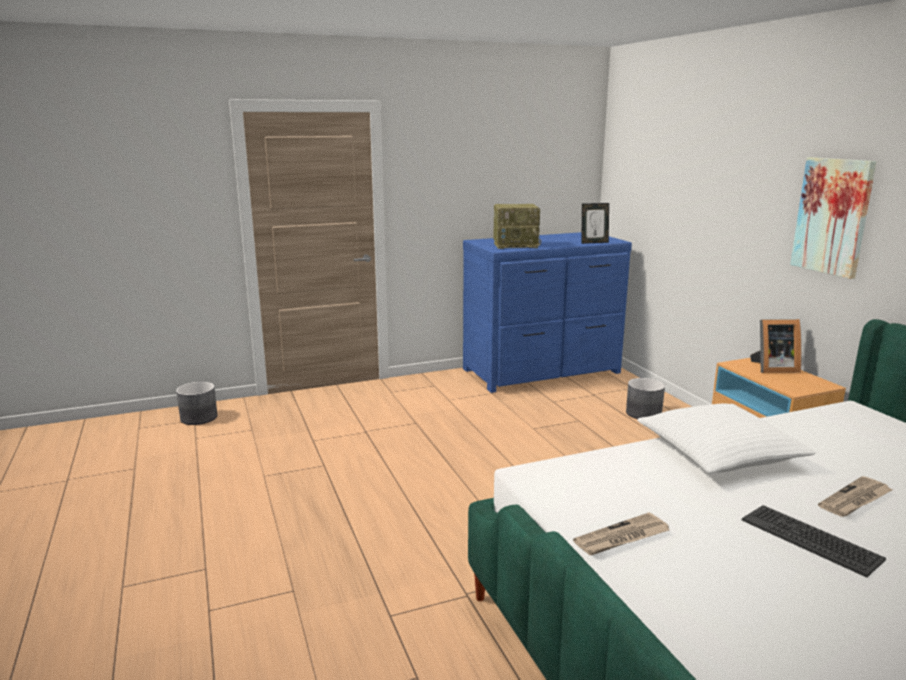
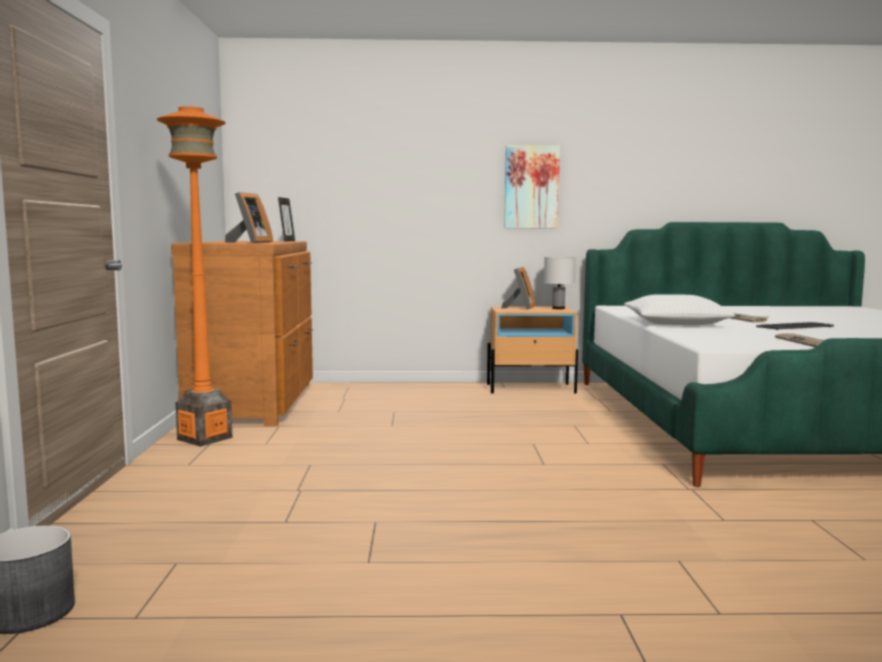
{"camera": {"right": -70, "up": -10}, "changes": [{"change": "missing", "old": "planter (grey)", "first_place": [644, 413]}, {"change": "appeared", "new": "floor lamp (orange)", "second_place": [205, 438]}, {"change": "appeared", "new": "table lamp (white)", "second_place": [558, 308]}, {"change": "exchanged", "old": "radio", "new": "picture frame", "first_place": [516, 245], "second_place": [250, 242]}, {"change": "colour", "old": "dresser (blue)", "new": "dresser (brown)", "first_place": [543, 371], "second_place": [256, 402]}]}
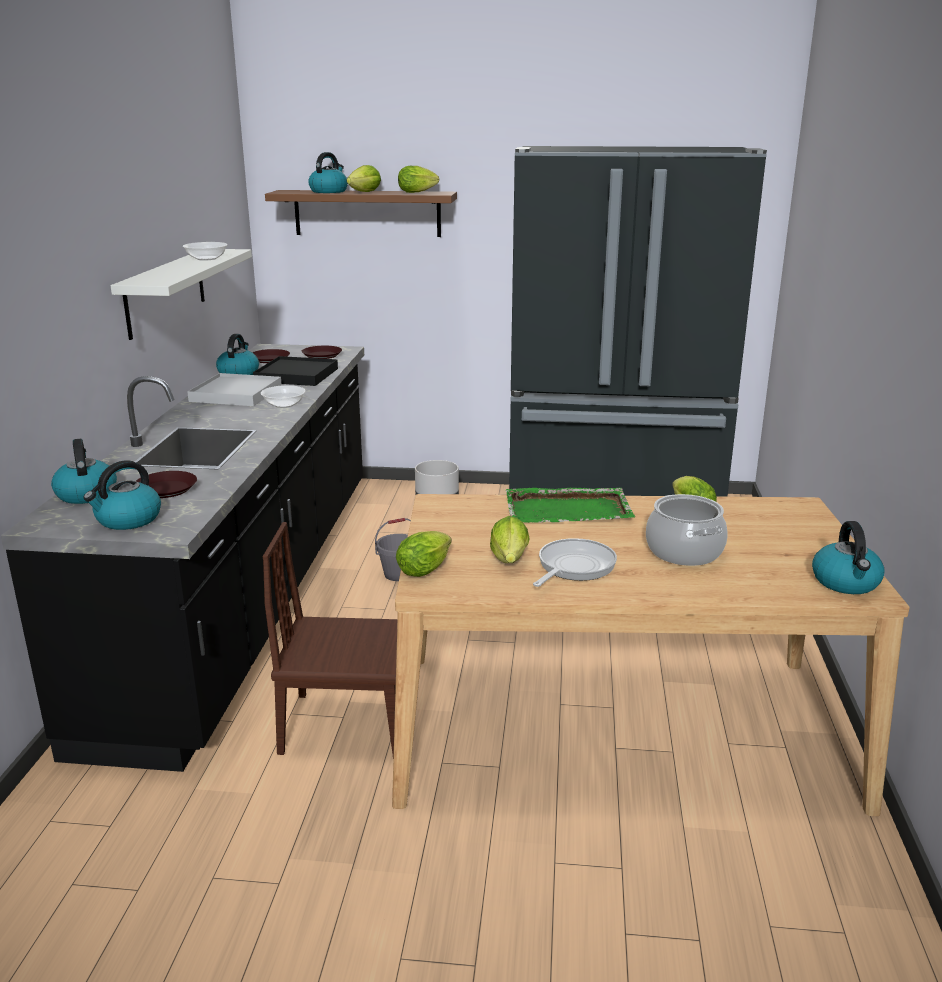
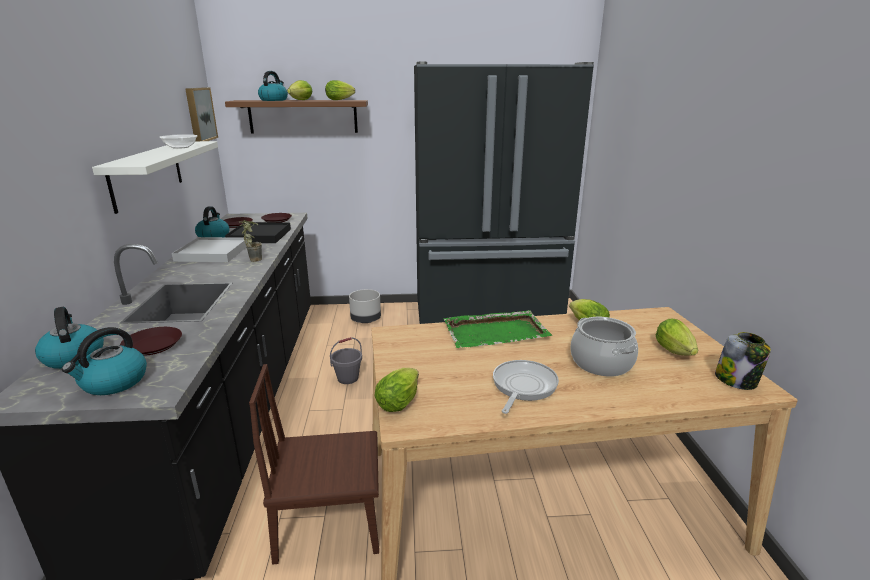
{"camera": {"right": -10, "up": 0}, "changes": [{"change": "appeared", "new": "picture", "second_place": [199, 114]}, {"change": "relocated", "old": "lettuce", "first_place": [509, 561], "second_place": [676, 353]}, {"change": "exchanged", "old": "bowl", "new": "potted plant", "first_place": [283, 405], "second_place": [252, 259]}, {"change": "exchanged", "old": "kettle", "new": "jar", "first_place": [846, 582], "second_place": [736, 380]}]}
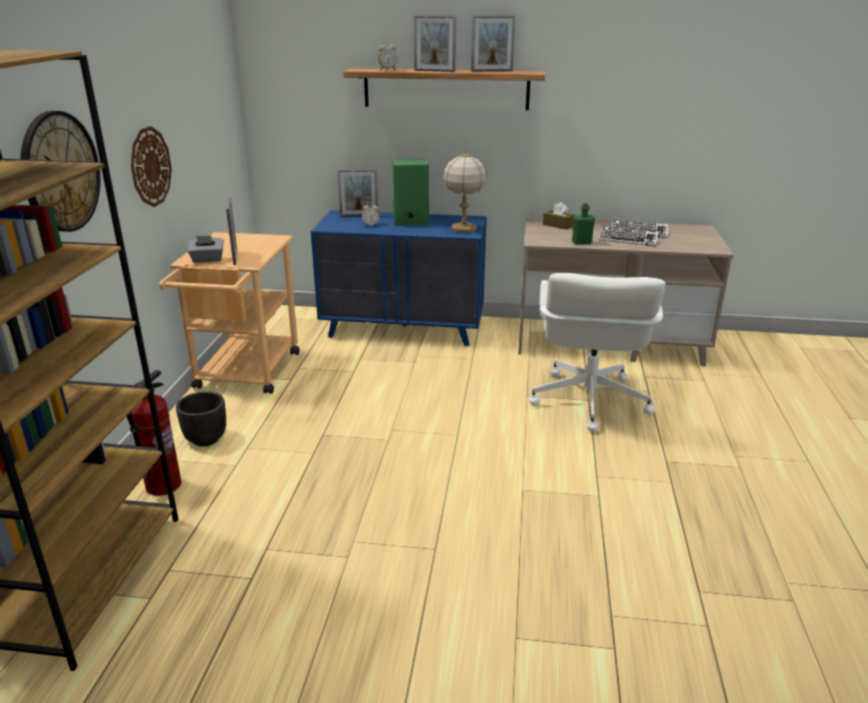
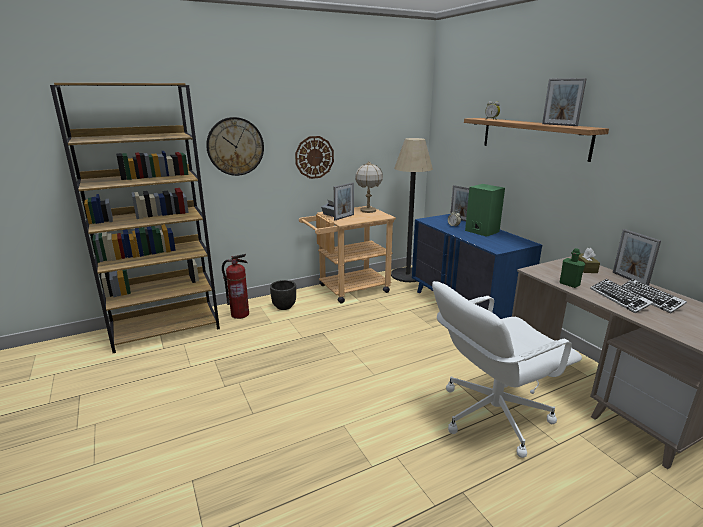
{"camera": {"right": 55, "up": -5}, "changes": [{"change": "appeared", "new": "floor lamp", "second_place": [408, 275]}, {"change": "relocated", "old": "picture frame", "first_place": [434, 71], "second_place": [629, 279]}, {"change": "relocated", "old": "table lamp", "first_place": [464, 229], "second_place": [368, 210]}]}
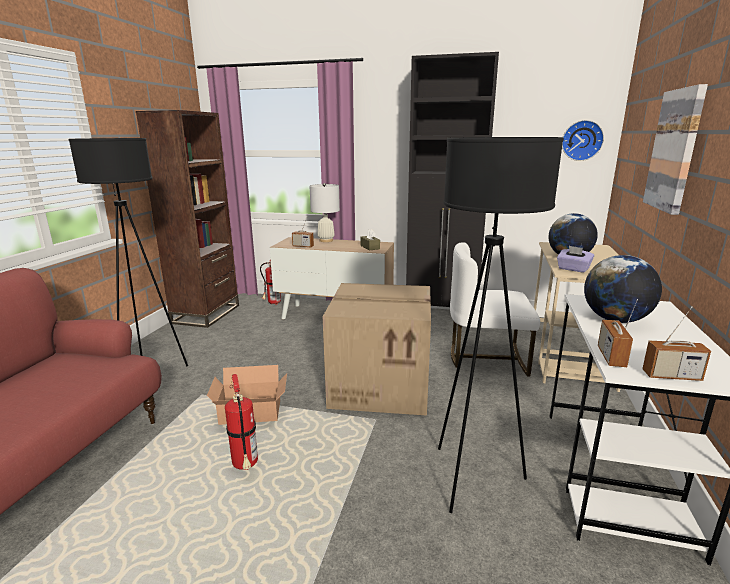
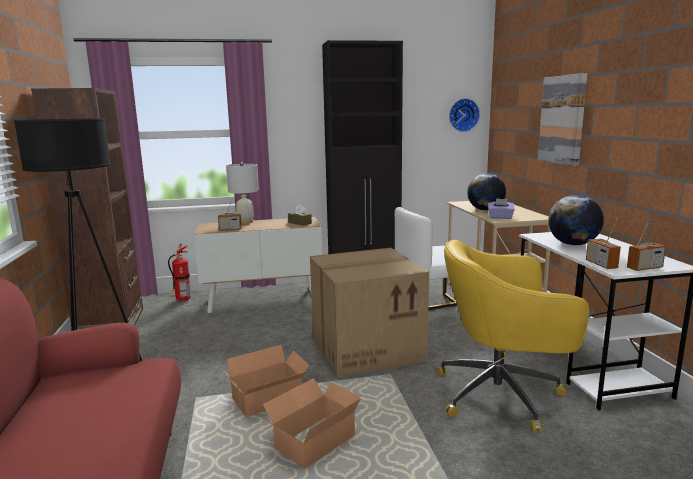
{"camera": {"right": -25, "up": -5}, "changes": [{"change": "exchanged", "old": "fire extinguisher", "new": "cardboard box", "first_place": [246, 466], "second_place": [312, 441]}, {"change": "exchanged", "old": "floor lamp (black)", "new": "office chair (yellow)", "first_place": [472, 478], "second_place": [502, 394]}]}
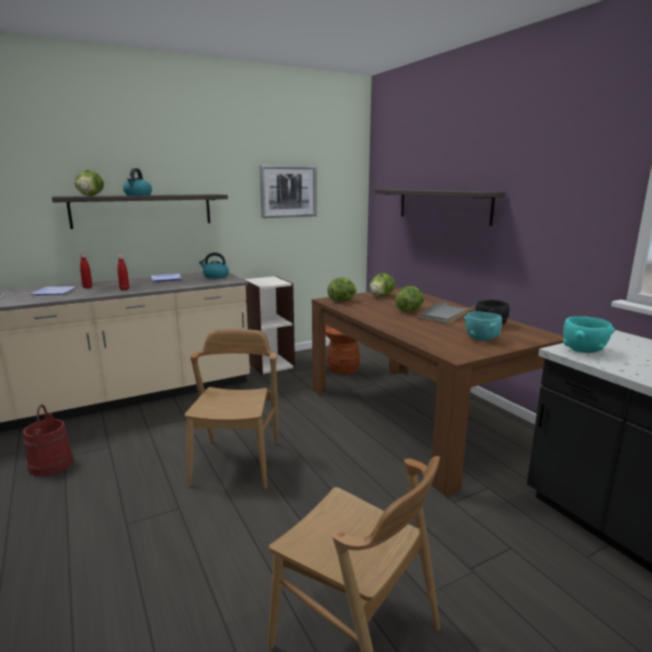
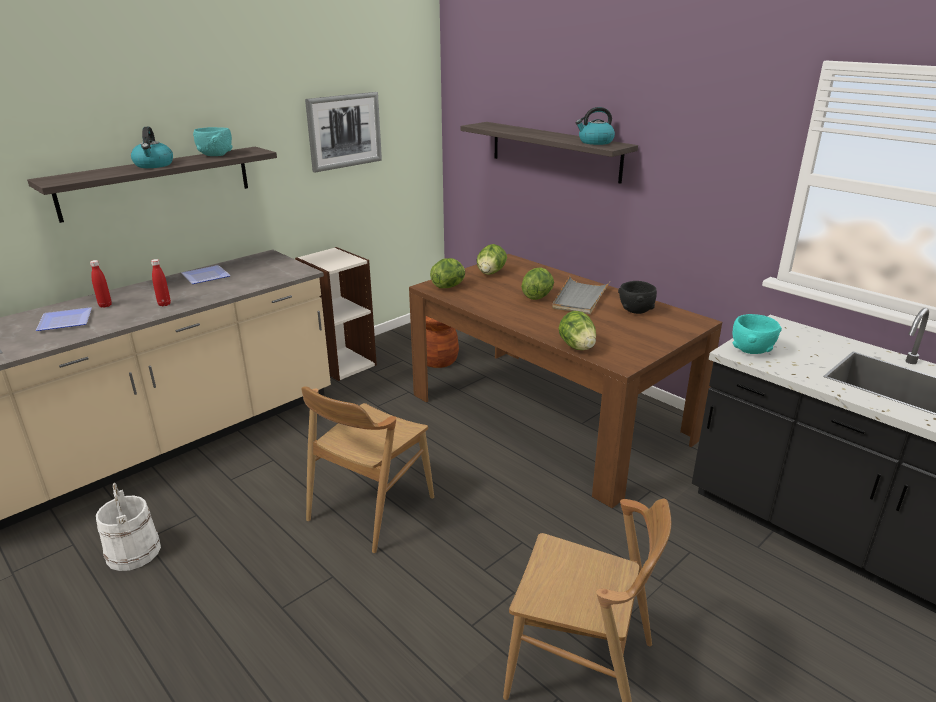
{"camera": {"right": -15, "up": 10}, "changes": [{"change": "relocated", "old": "lettuce", "first_place": [90, 196], "second_place": [577, 347]}, {"change": "relocated", "old": "kettle", "first_place": [215, 276], "second_place": [595, 142]}, {"change": "relocated", "old": "bowl (turquoise)", "first_place": [481, 339], "second_place": [215, 155]}, {"change": "colour", "old": "bucket (red)", "new": "bucket (white)", "first_place": [50, 464], "second_place": [133, 552]}, {"change": "spun", "old": "chair (brown)", "first_place": [237, 462], "second_place": [370, 508], "degrees": -135}]}
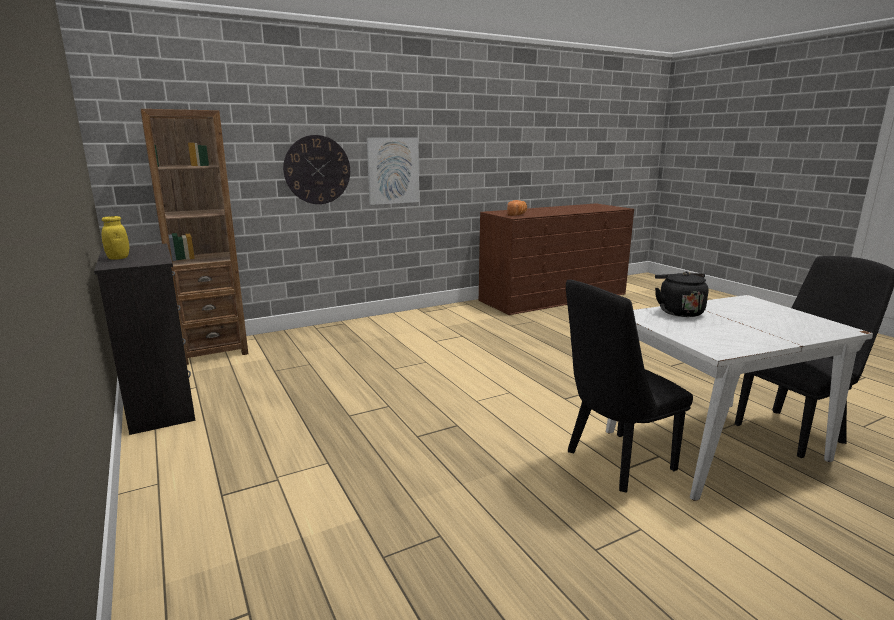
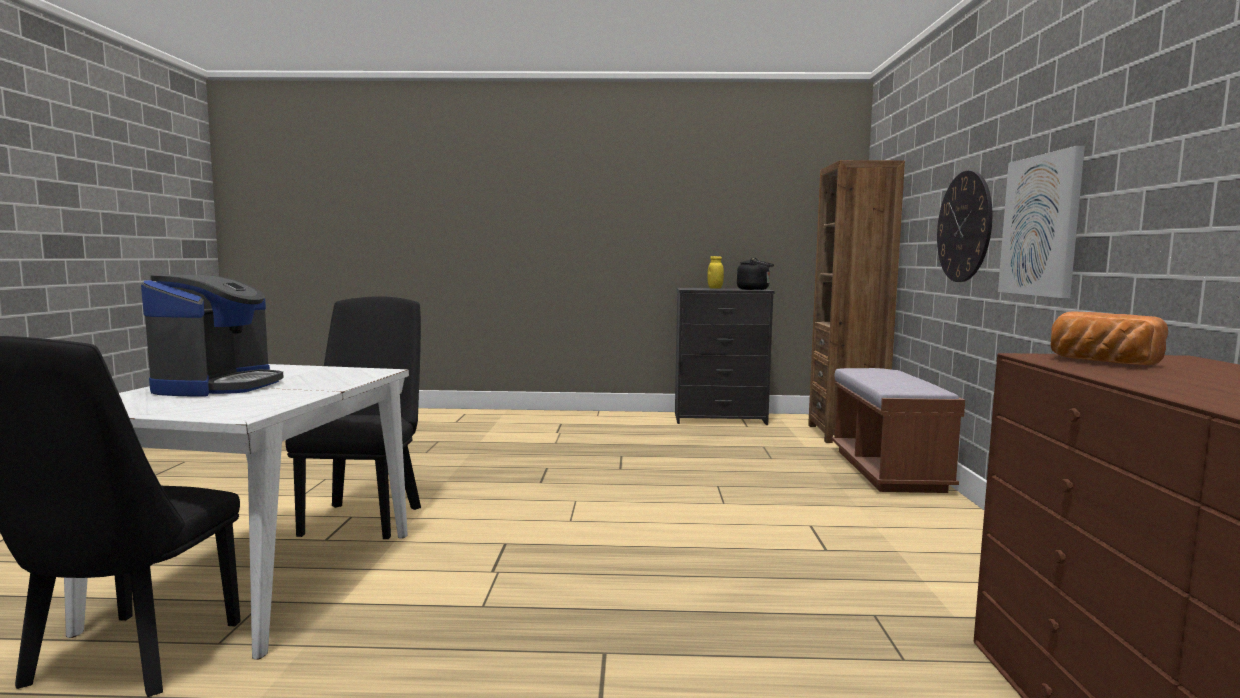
{"camera": {"right": 120, "up": -10}, "changes": [{"change": "appeared", "new": "coffee machine", "second_place": [218, 386]}, {"change": "appeared", "new": "bench (brown)", "second_place": [887, 470]}, {"change": "relocated", "old": "kettle (black)", "first_place": [678, 312], "second_place": [755, 289]}]}
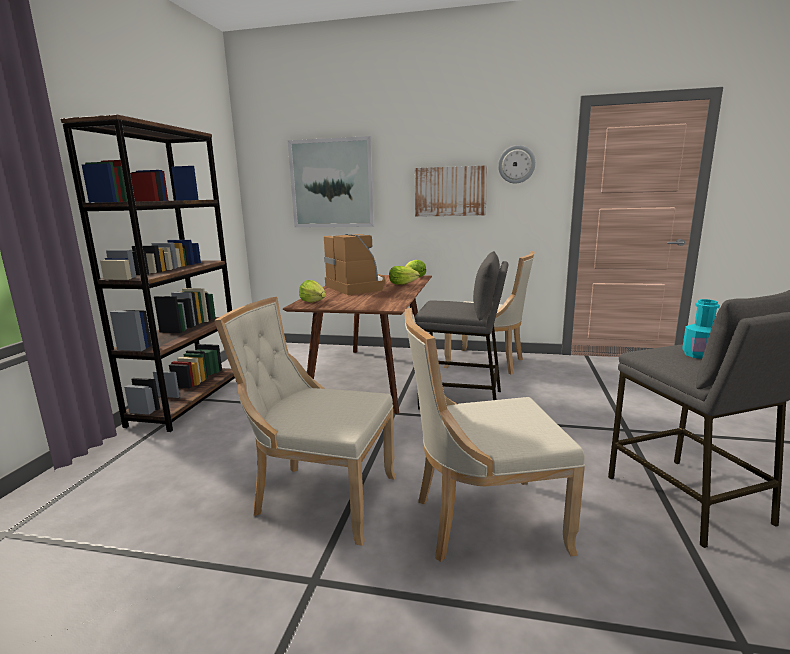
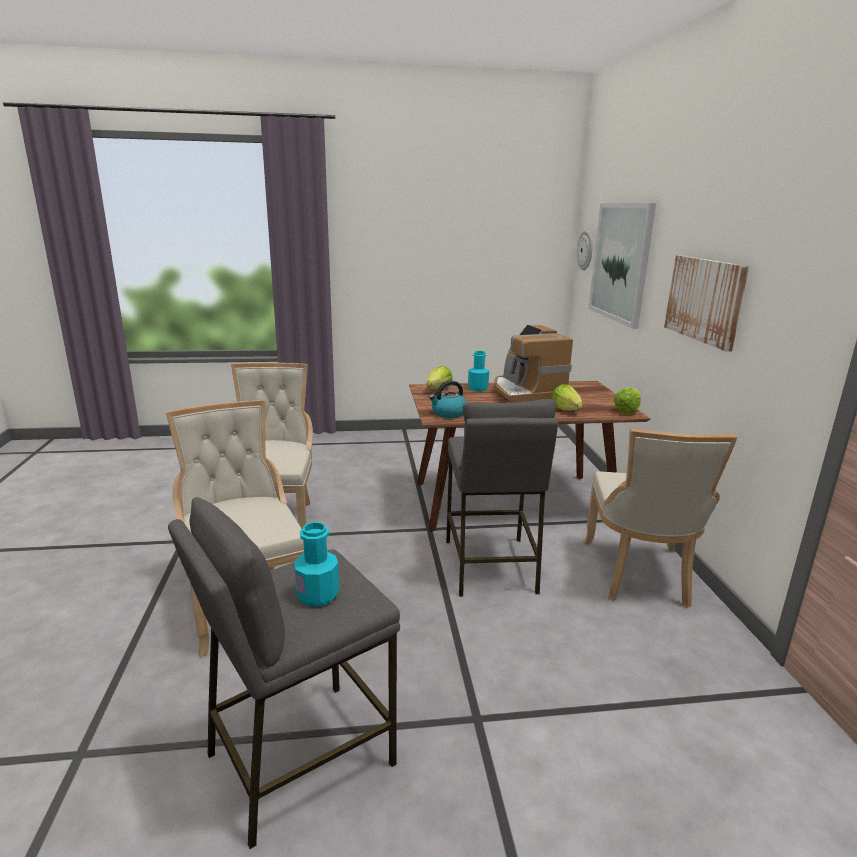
{"camera": {"right": 70, "up": 5}, "changes": [{"change": "missing", "old": "bookcase (brown)", "first_place": [188, 401]}, {"change": "appeared", "new": "kettle", "second_place": [448, 413]}, {"change": "appeared", "new": "bottle (turquoise)", "second_place": [478, 388]}, {"change": "relocated", "old": "wall clock", "first_place": [516, 164], "second_place": [586, 250]}, {"change": "spun", "old": "coffee machine", "first_place": [358, 287], "second_place": [526, 394], "degrees": 120}]}
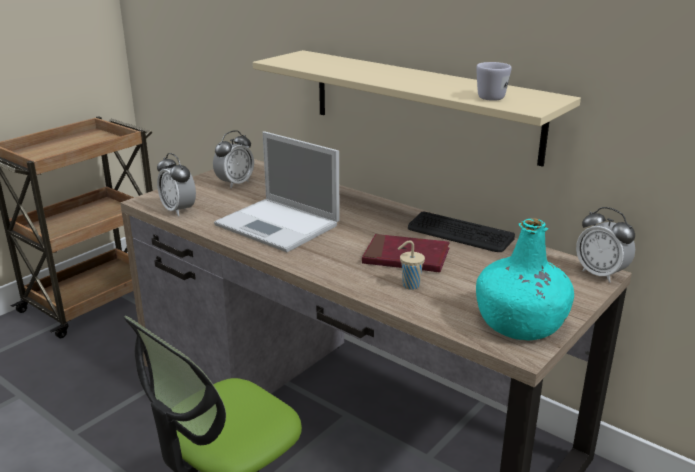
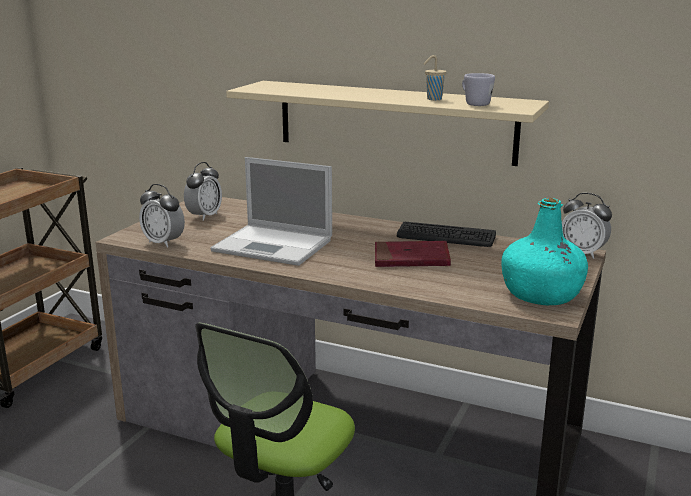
{"camera": {"right": -15, "up": -5}, "changes": [{"change": "relocated", "old": "cup (beige)", "first_place": [409, 285], "second_place": [433, 99]}]}
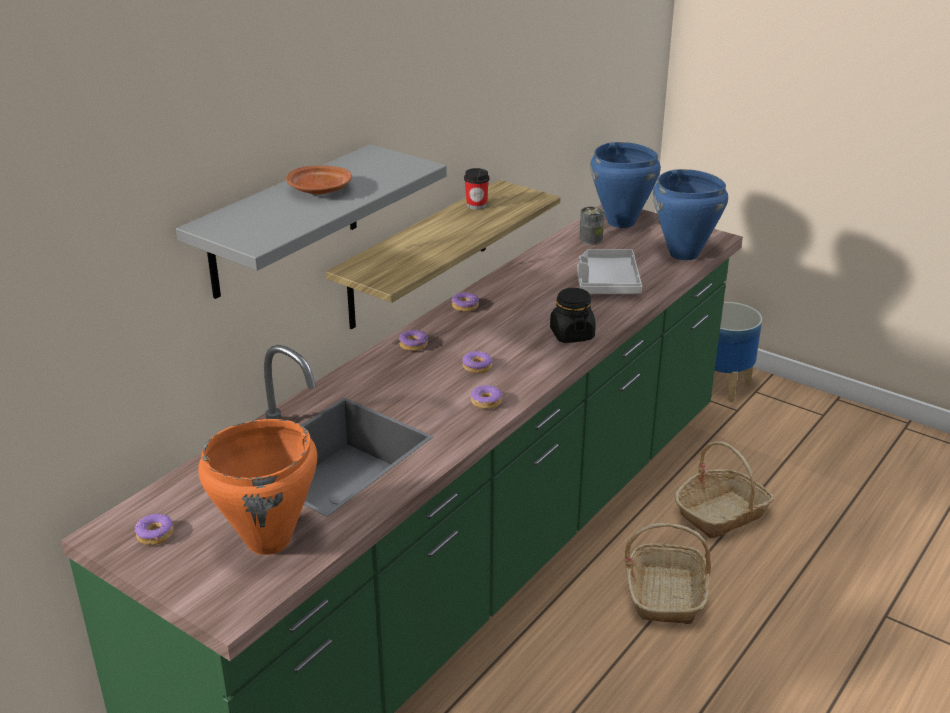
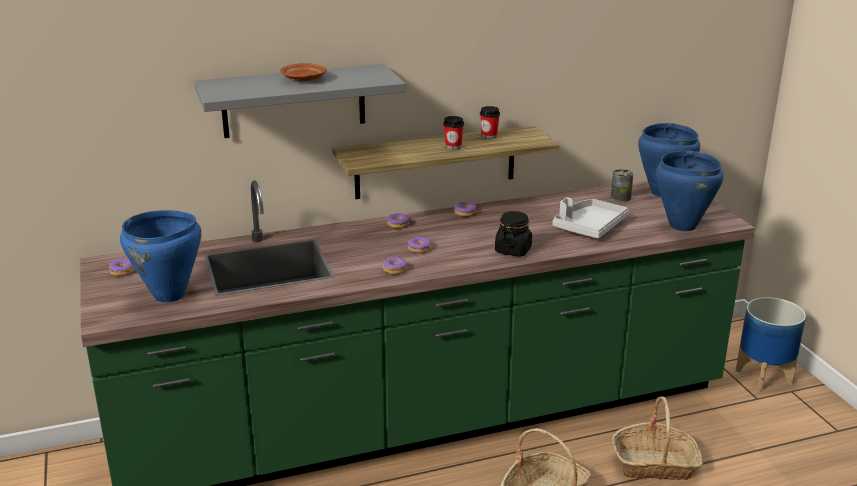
{"camera": {"right": 35, "up": -5}, "changes": [{"change": "appeared", "new": "cup", "second_place": [453, 146]}, {"change": "colour", "old": "cooking pot (orange)", "new": "cooking pot (blue)", "first_place": [269, 541], "second_place": [169, 295]}]}
